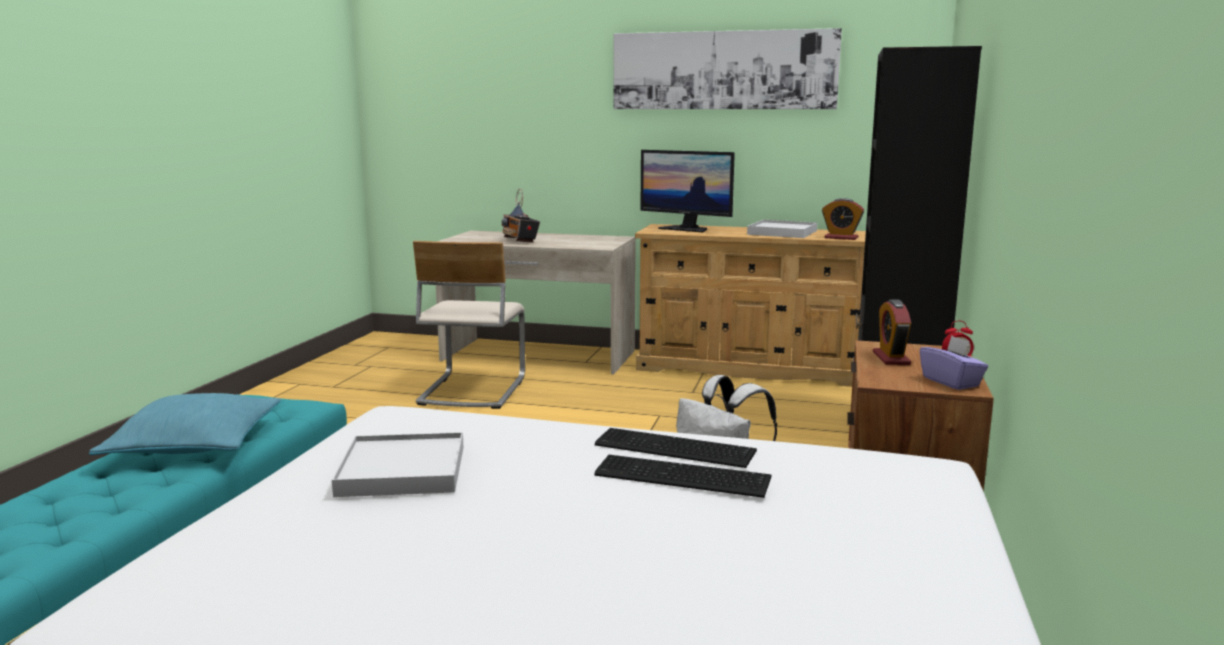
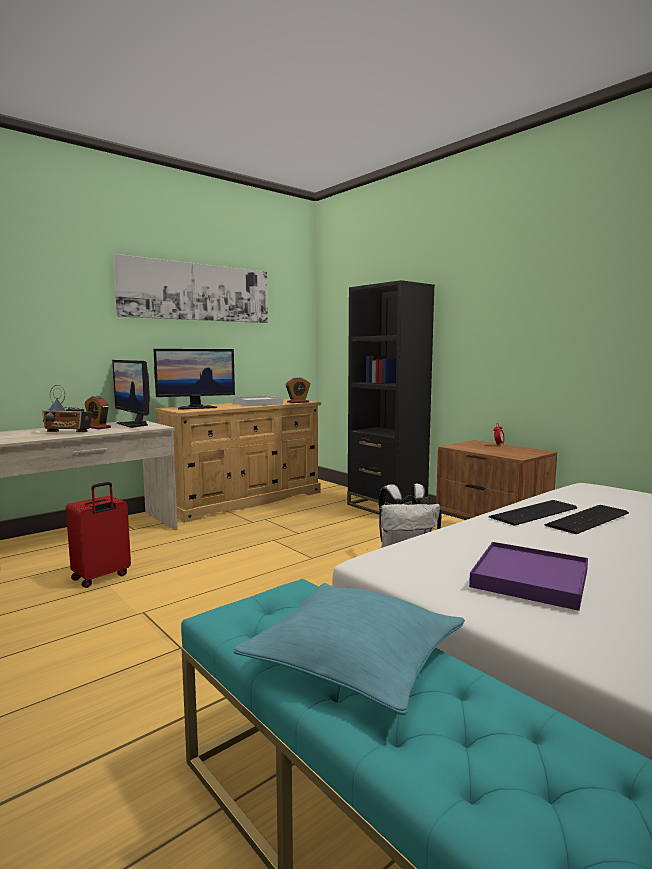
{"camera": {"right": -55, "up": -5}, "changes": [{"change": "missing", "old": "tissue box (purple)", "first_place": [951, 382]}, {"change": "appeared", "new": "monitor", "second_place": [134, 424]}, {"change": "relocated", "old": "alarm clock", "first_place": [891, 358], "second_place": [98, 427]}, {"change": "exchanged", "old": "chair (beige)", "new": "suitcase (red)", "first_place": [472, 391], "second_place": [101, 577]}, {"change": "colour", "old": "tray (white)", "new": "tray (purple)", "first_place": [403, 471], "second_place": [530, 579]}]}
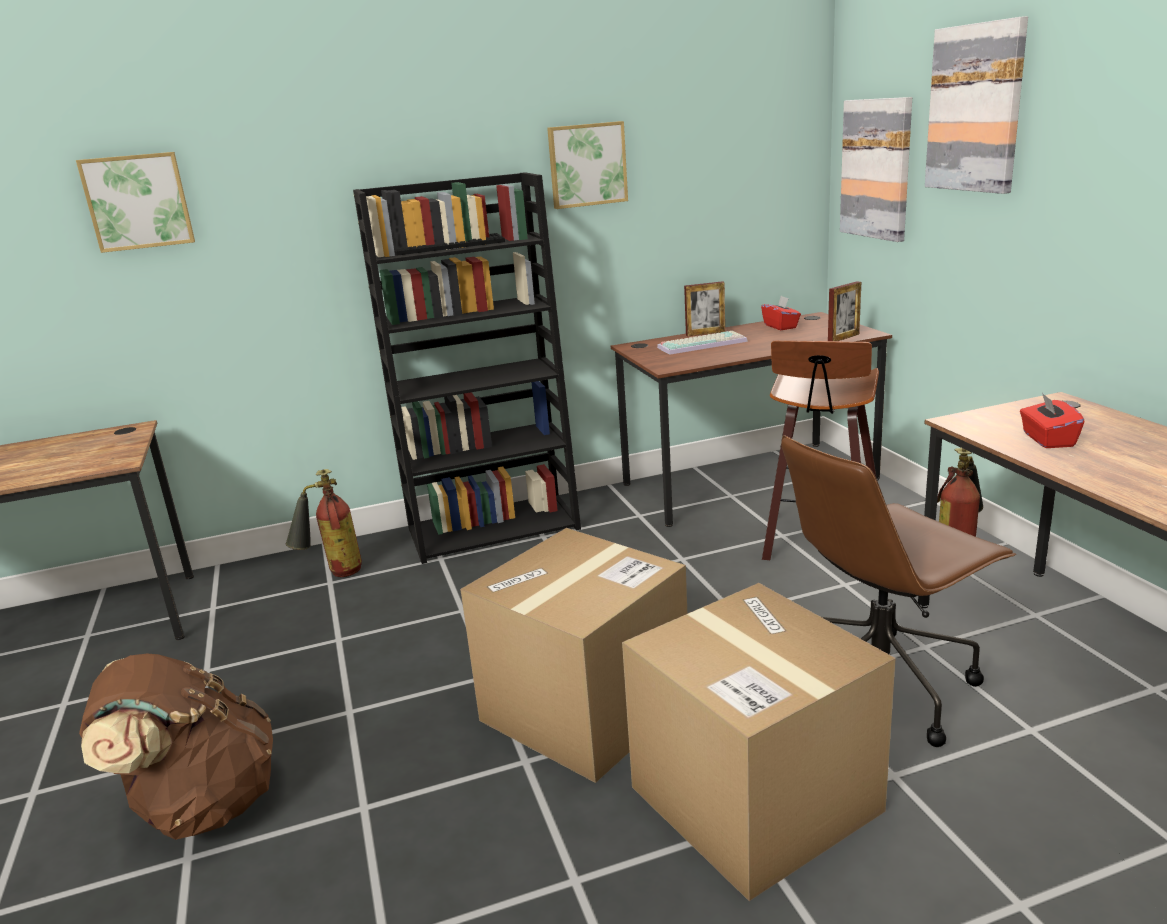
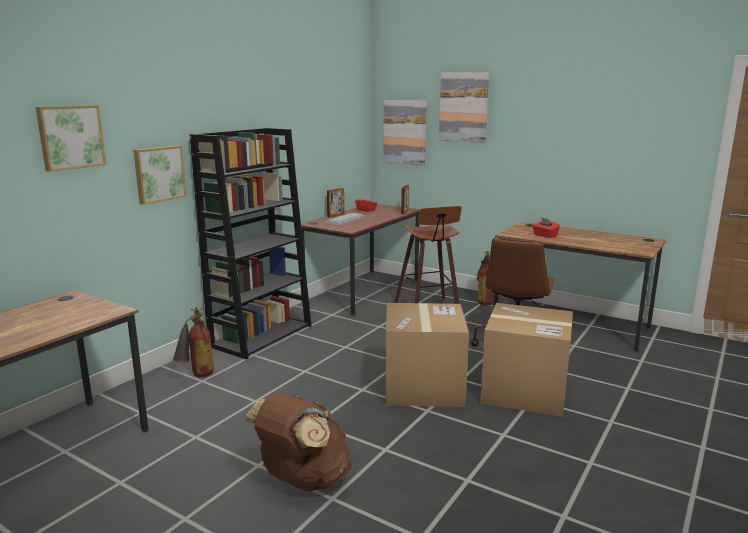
{"camera": {"right": -40, "up": -5}, "changes": [{"change": "relocated", "old": "picture", "first_place": [587, 165], "second_place": [159, 174]}]}
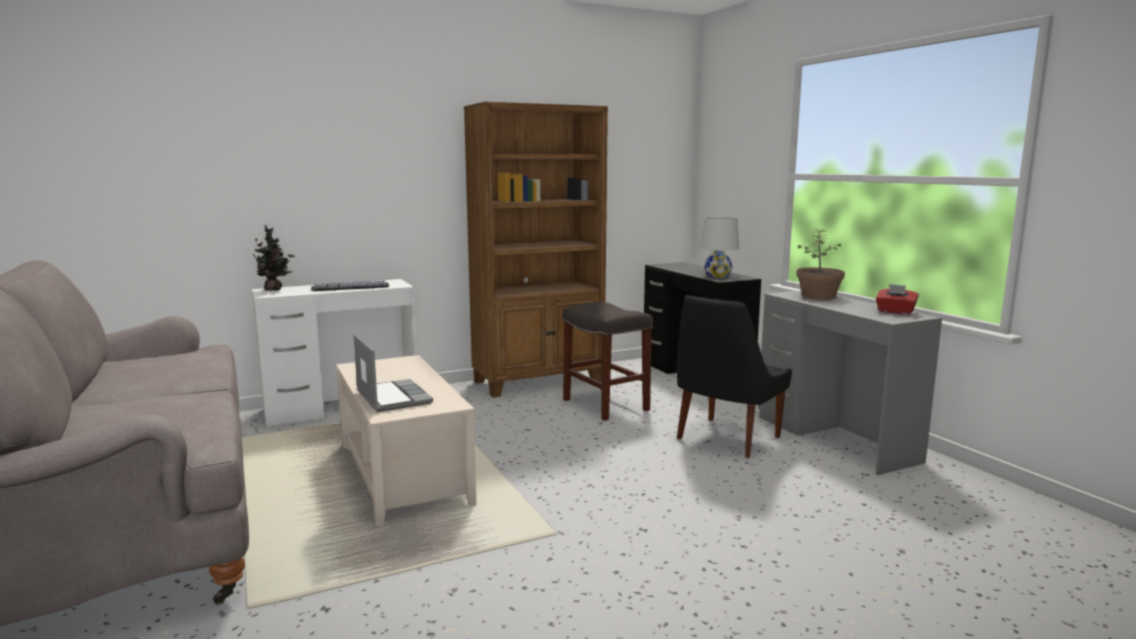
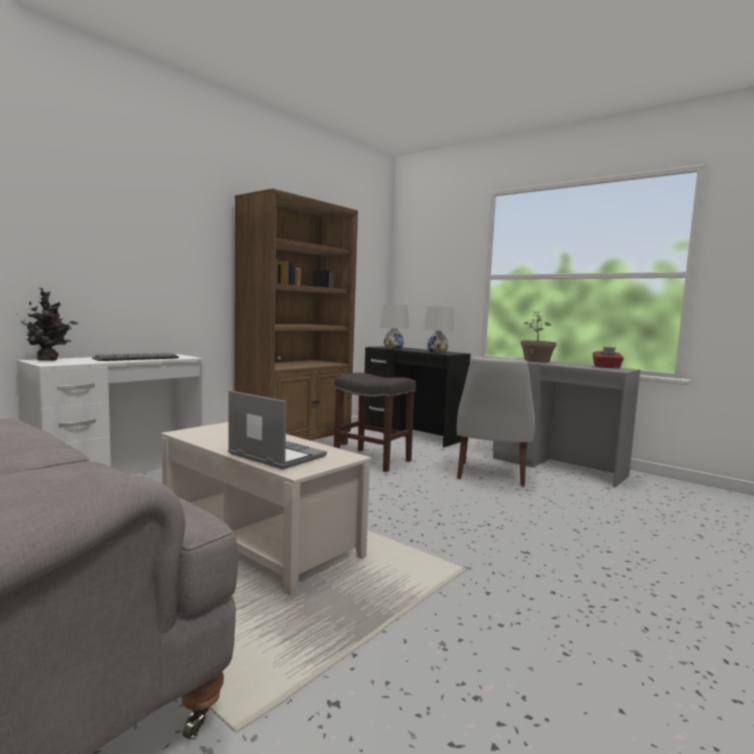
{"camera": {"right": -25, "up": -5}, "changes": [{"change": "appeared", "new": "table lamp (white)", "second_place": [393, 348]}, {"change": "colour", "old": "chair (black)", "new": "chair (white)", "first_place": [726, 439], "second_place": [491, 475]}]}
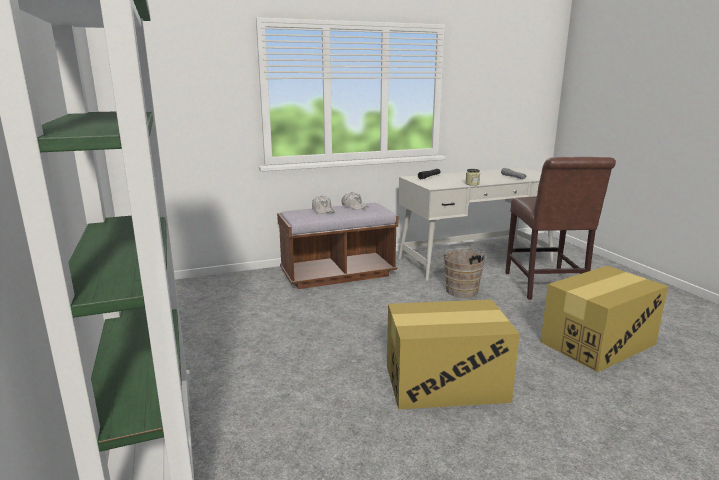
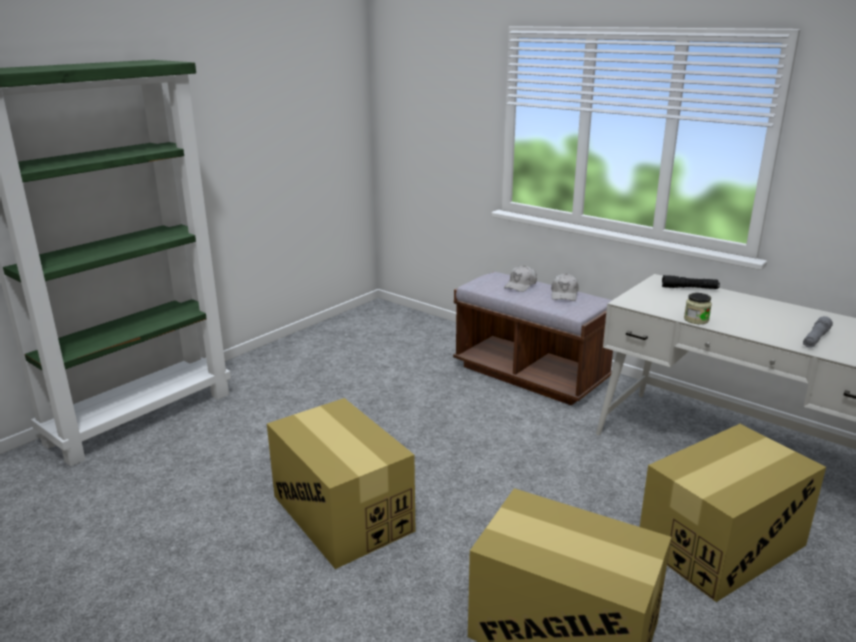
{"camera": {"right": 60, "up": 5}, "changes": [{"change": "missing", "old": "bucket (brown)", "first_place": [461, 290]}, {"change": "exchanged", "old": "chair (brown)", "new": "cardboard box", "first_place": [545, 287], "second_place": [721, 544]}]}
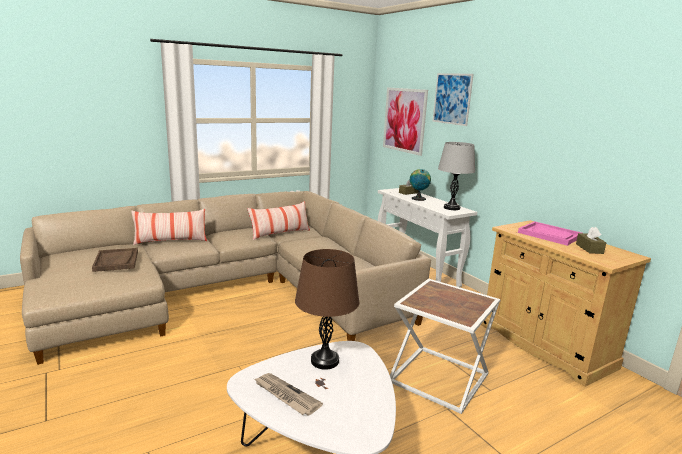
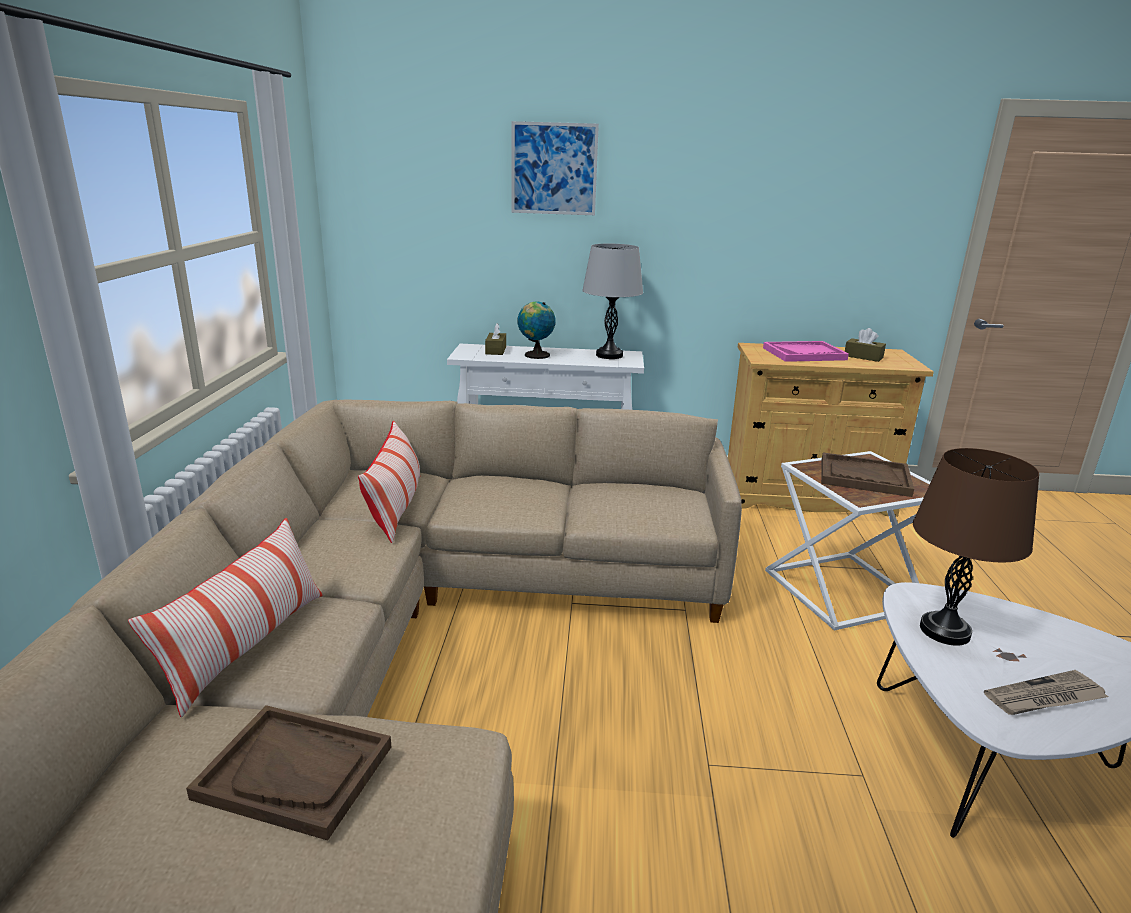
{"camera": {"right": -55, "up": 5}, "changes": [{"change": "missing", "old": "picture", "first_place": [404, 120]}, {"change": "appeared", "new": "tray (brown)", "second_place": [864, 477]}]}
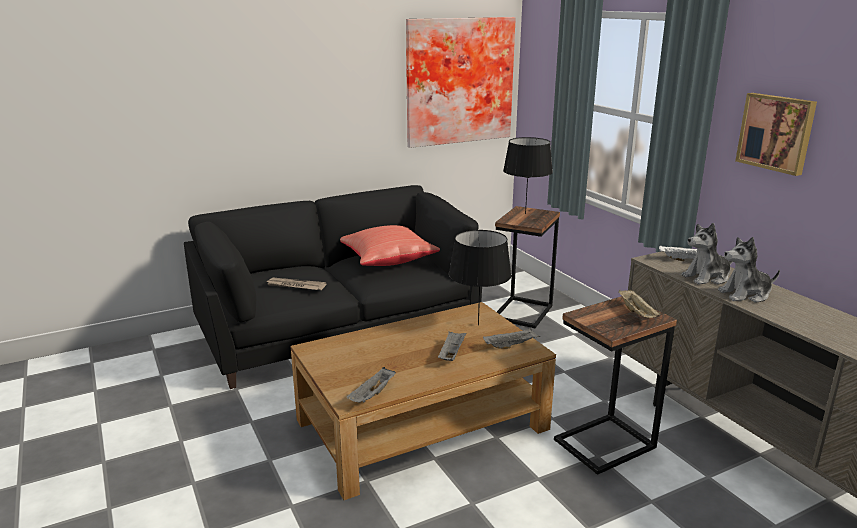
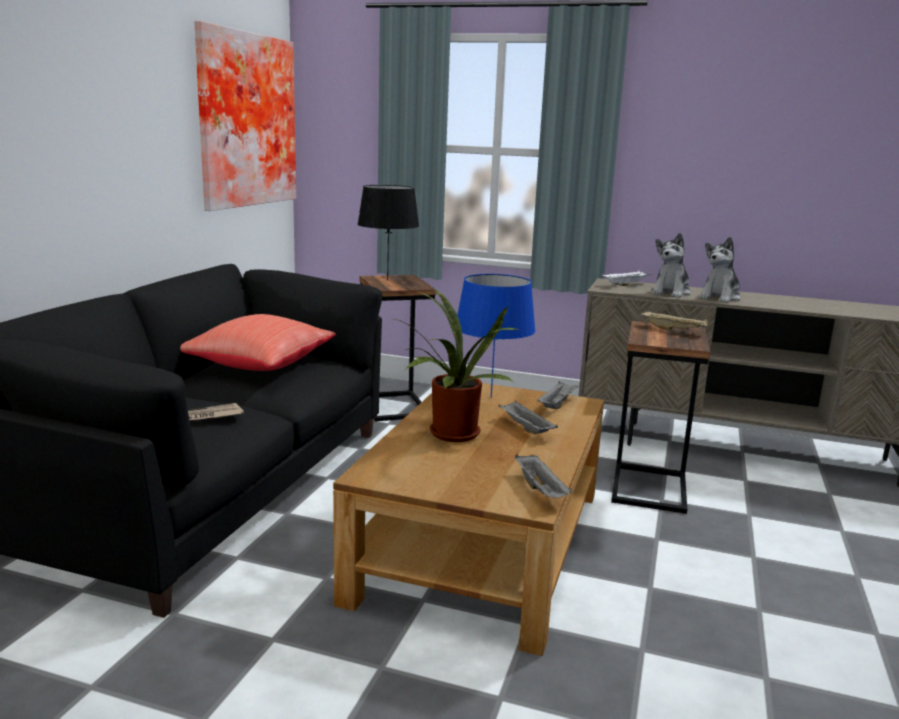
{"camera": {"right": -45, "up": -5}, "changes": [{"change": "missing", "old": "picture", "first_place": [776, 132]}, {"change": "appeared", "new": "potted plant", "second_place": [450, 435]}, {"change": "colour", "old": "table lamp (black)", "new": "table lamp (blue)", "first_place": [478, 325], "second_place": [491, 397]}]}
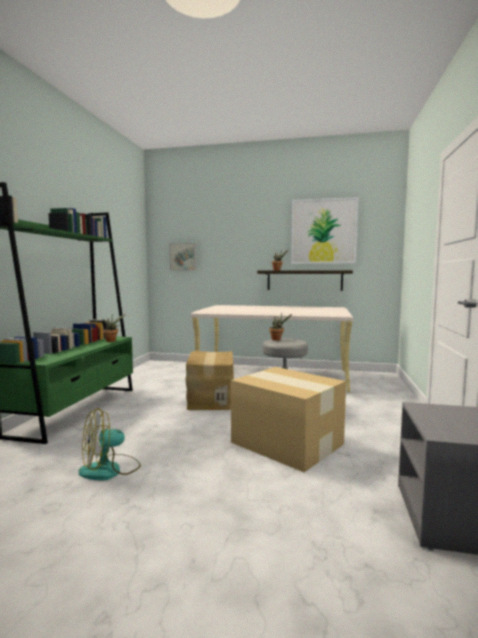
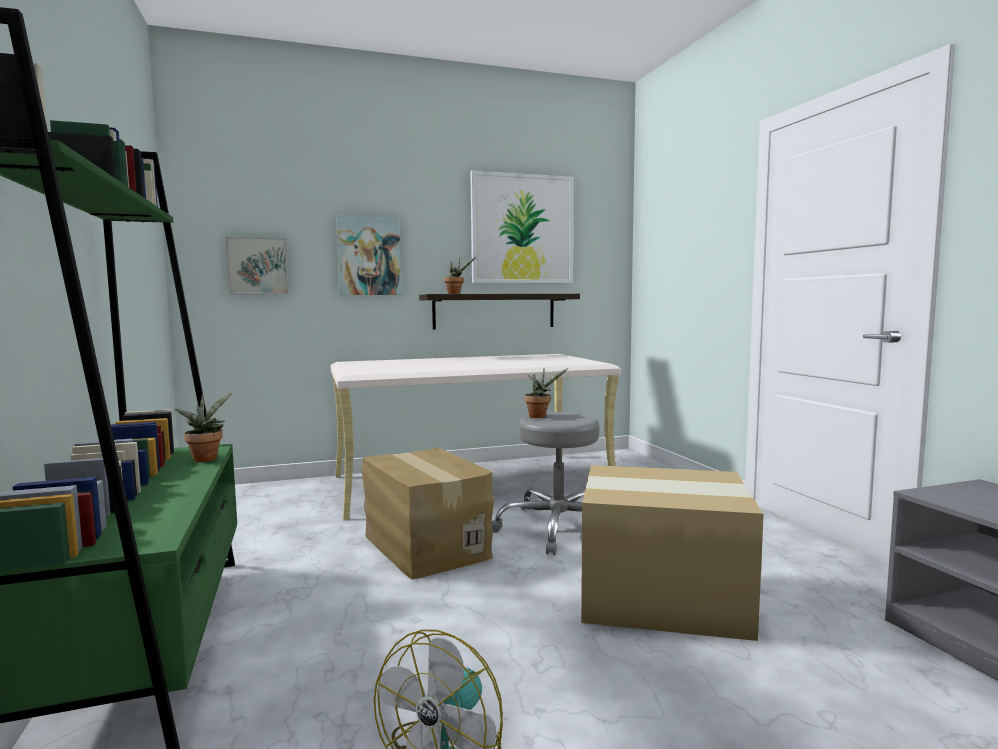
{"camera": {"right": -30, "up": 0}, "changes": [{"change": "appeared", "new": "picture", "second_place": [369, 256]}]}
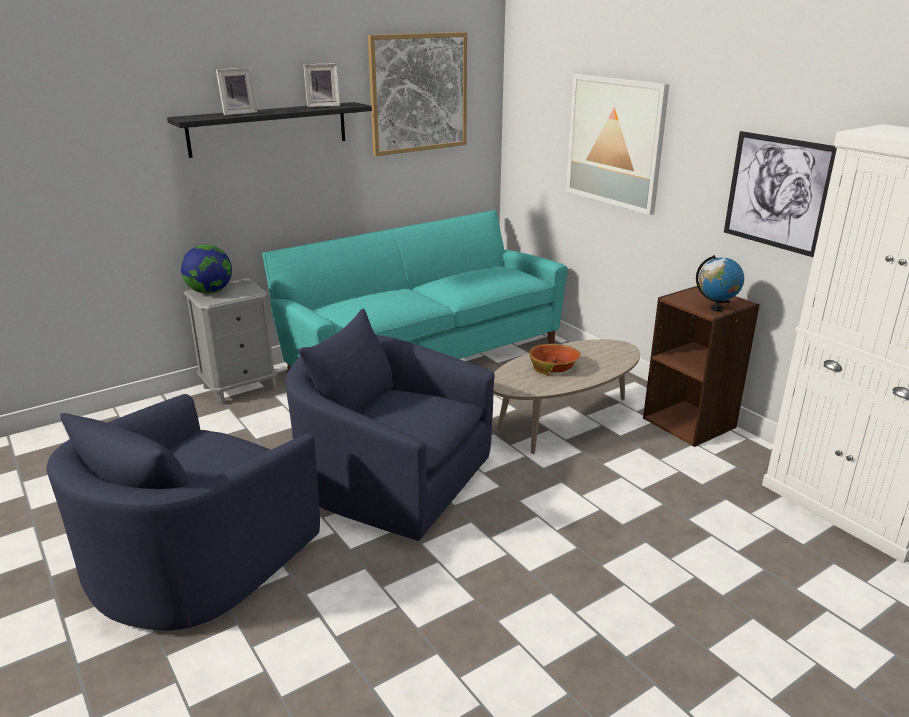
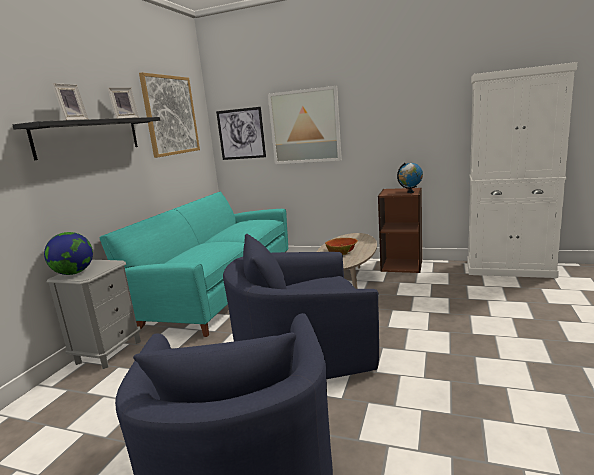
{"camera": {"right": -35, "up": -10}, "changes": [{"change": "relocated", "old": "picture", "first_place": [777, 192], "second_place": [241, 134]}]}
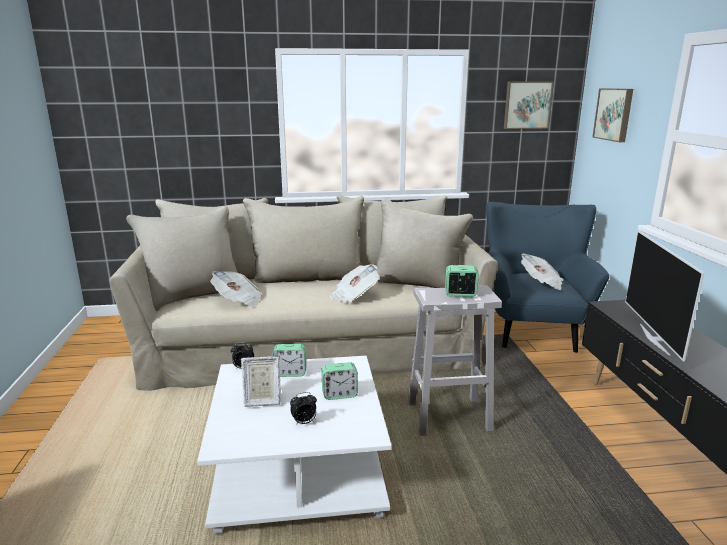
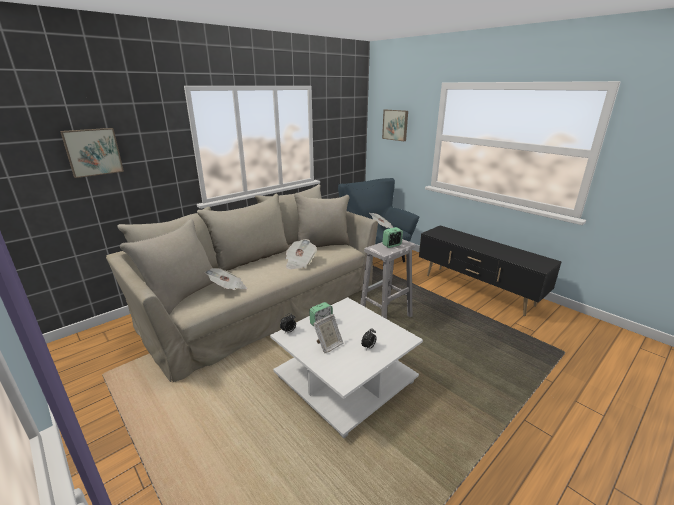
{"camera": {"right": -35, "up": 5}, "changes": [{"change": "missing", "old": "alarm clock", "first_place": [339, 394]}, {"change": "missing", "old": "television", "first_place": [655, 339]}, {"change": "relocated", "old": "picture", "first_place": [527, 105], "second_place": [93, 152]}]}
